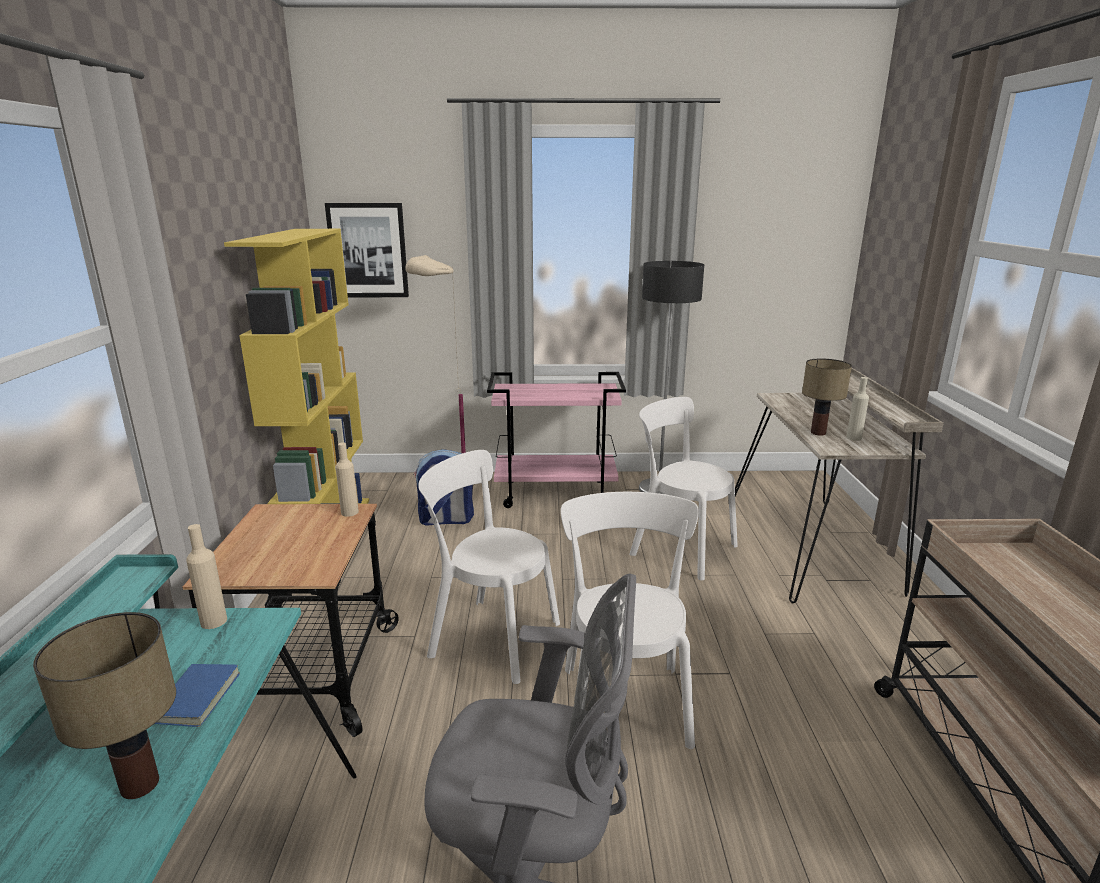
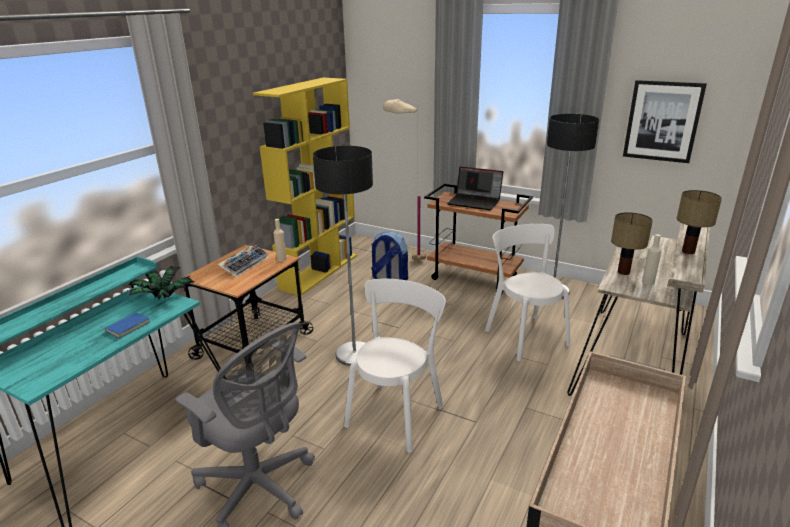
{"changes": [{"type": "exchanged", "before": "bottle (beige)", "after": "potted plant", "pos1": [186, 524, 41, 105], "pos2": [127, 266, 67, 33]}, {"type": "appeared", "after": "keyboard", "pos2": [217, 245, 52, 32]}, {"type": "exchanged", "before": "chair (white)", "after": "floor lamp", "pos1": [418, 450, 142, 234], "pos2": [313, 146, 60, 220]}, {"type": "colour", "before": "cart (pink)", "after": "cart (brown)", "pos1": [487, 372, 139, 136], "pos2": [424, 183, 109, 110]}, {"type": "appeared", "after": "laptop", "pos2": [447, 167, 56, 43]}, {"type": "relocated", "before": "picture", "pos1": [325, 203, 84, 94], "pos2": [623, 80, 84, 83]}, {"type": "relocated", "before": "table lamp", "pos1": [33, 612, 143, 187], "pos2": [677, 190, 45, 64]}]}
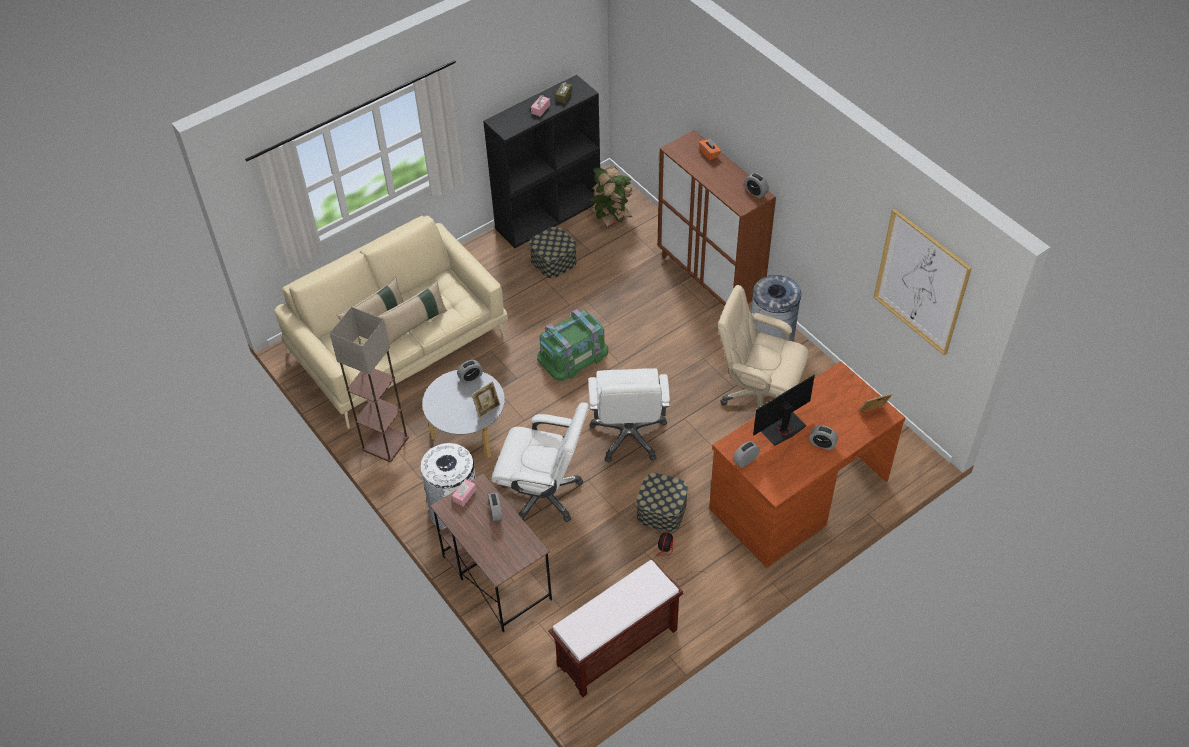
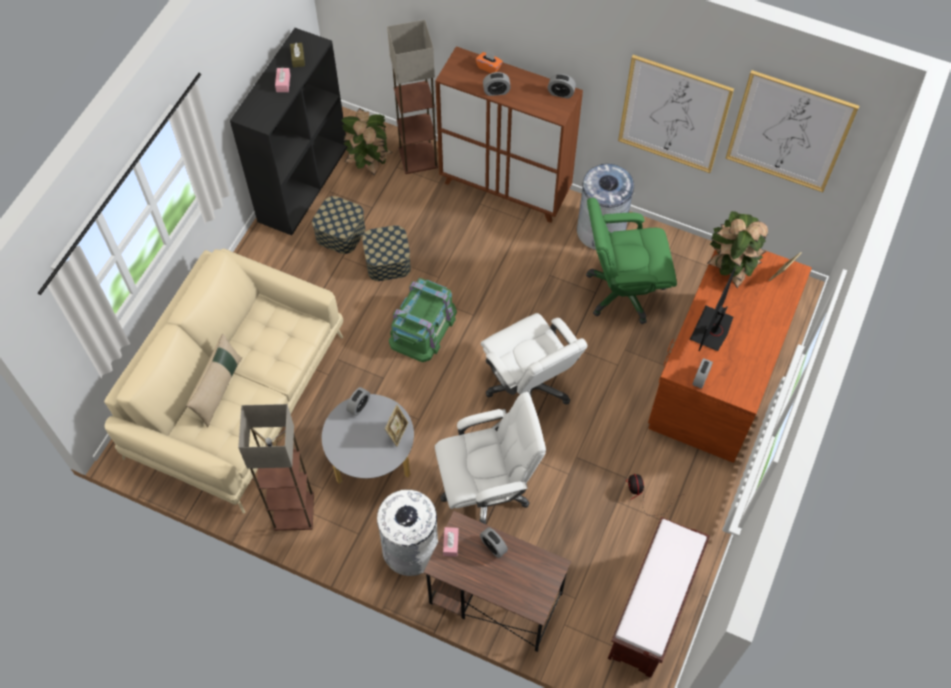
{"changes": [{"type": "relocated", "before": "storage box", "pos1": [637, 473, 51, 59], "pos2": [362, 225, 49, 56]}, {"type": "appeared", "after": "floor lamp", "pos2": [387, 20, 51, 154]}, {"type": "relocated", "before": "alarm clock", "pos1": [809, 425, 29, 25], "pos2": [483, 72, 28, 24]}, {"type": "colour", "before": "office chair (beige)", "after": "office chair (green)", "pos1": [718, 285, 91, 124], "pos2": [586, 198, 91, 126]}, {"type": "appeared", "after": "picture", "pos2": [618, 55, 116, 118]}, {"type": "appeared", "after": "potted plant", "pos2": [707, 211, 61, 77]}, {"type": "missing", "before": "pillow (beige)", "pos1": [377, 281, 70, 64]}]}
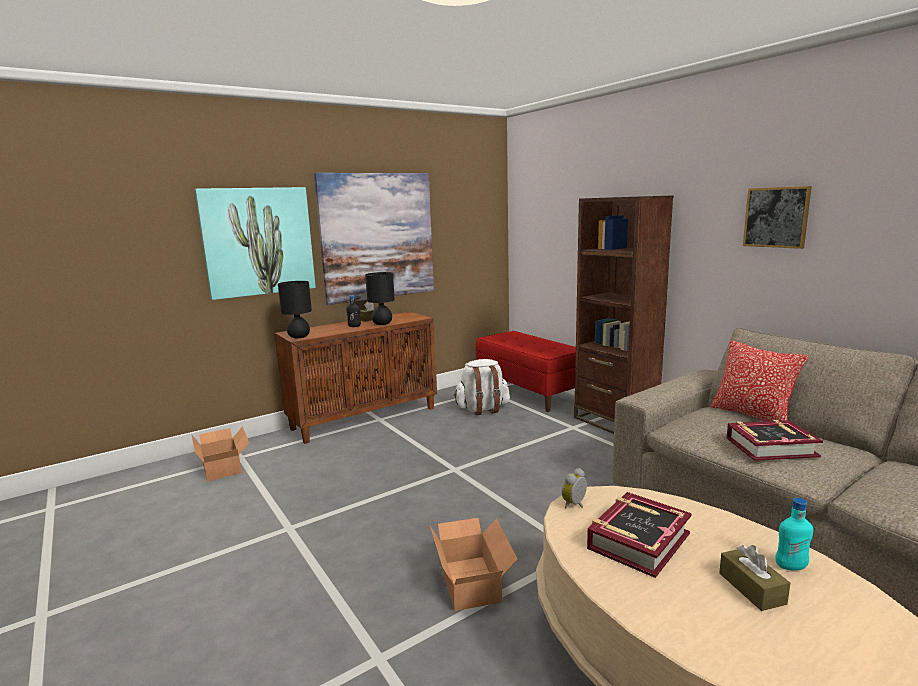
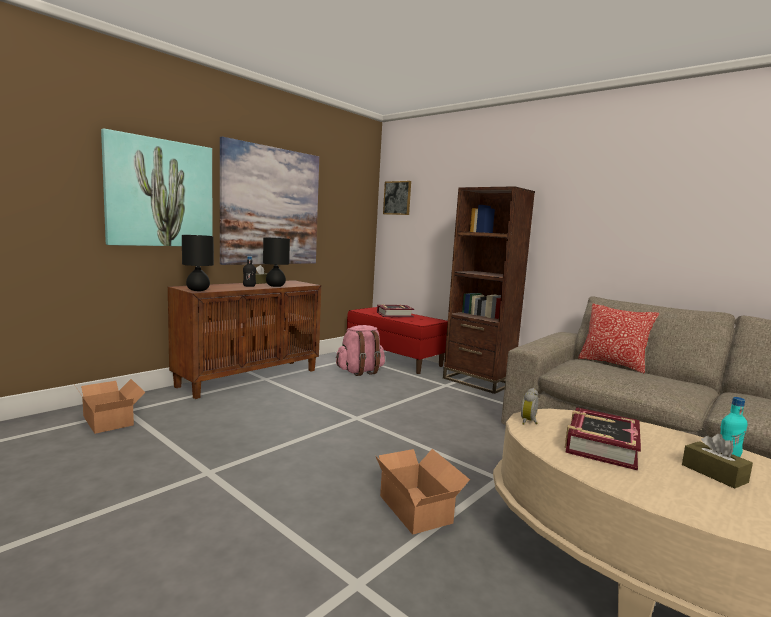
{"changes": [{"type": "colour", "before": "backpack (white)", "after": "backpack (pink)", "pos1": [454, 359, 56, 56], "pos2": [336, 325, 49, 51]}, {"type": "relocated", "before": "book", "pos1": [727, 420, 96, 41], "pos2": [377, 304, 37, 13]}, {"type": "relocated", "before": "picture", "pos1": [743, 186, 69, 63], "pos2": [383, 181, 28, 34]}]}
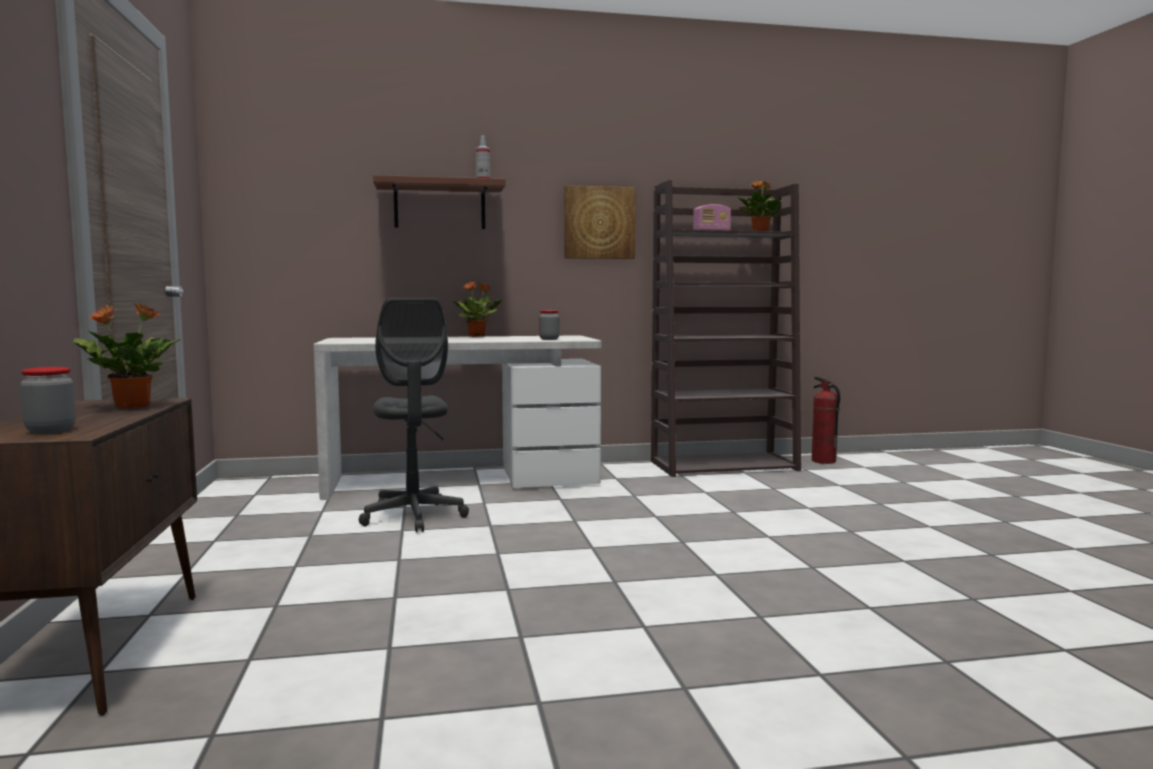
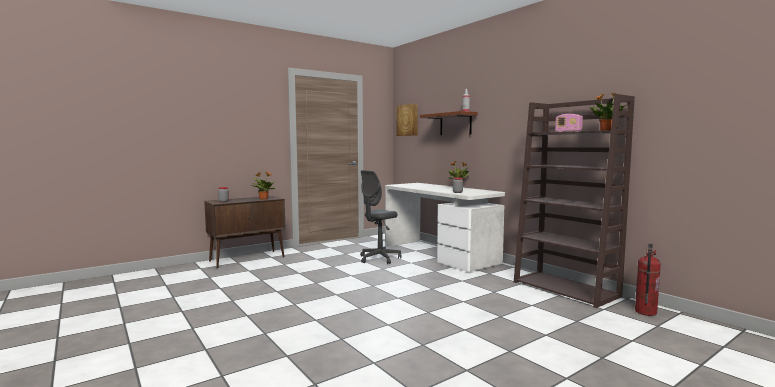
{"changes": [{"type": "relocated", "before": "picture", "pos1": [564, 185, 71, 74], "pos2": [396, 103, 22, 33]}]}
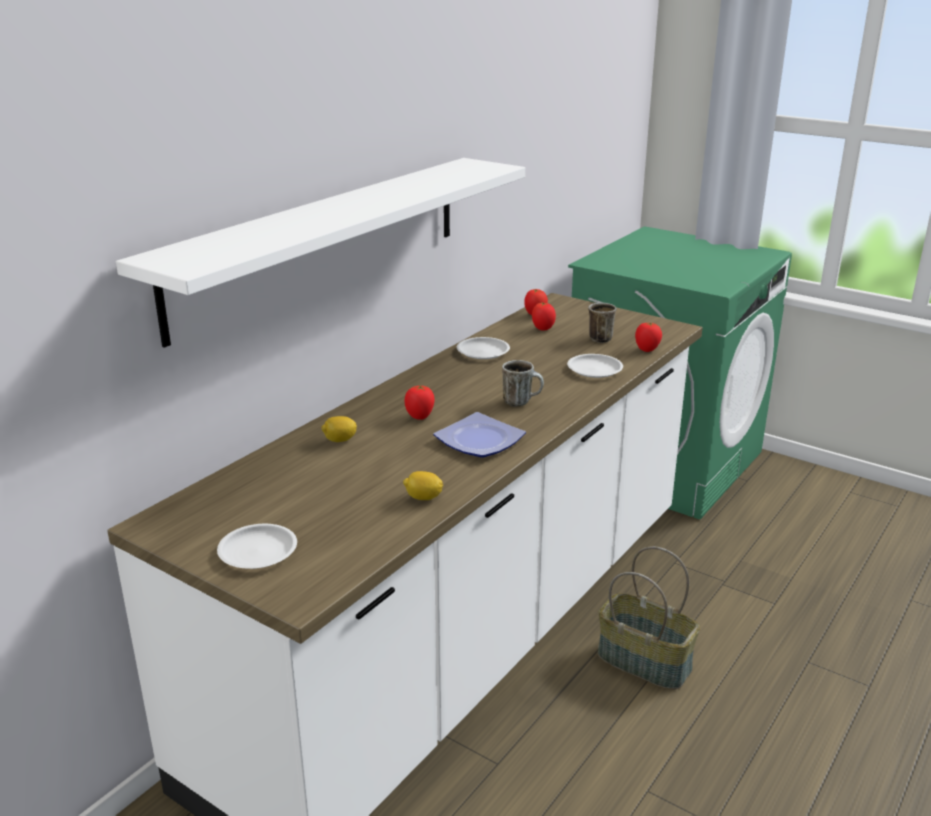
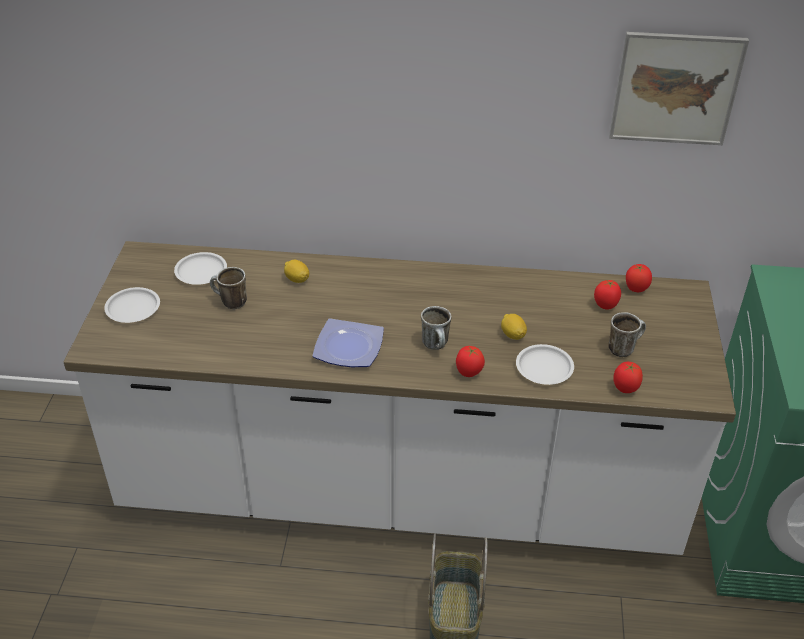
{"changes": [{"type": "relocated", "before": "plate (white)", "pos1": [457, 337, 53, 22], "pos2": [174, 252, 53, 33]}, {"type": "appeared", "after": "mug", "pos2": [210, 267, 37, 42]}, {"type": "relocated", "before": "tomato", "pos1": [405, 385, 30, 35], "pos2": [456, 346, 29, 31]}, {"type": "relocated", "before": "lemon", "pos1": [403, 471, 40, 29], "pos2": [501, 314, 26, 26]}, {"type": "appeared", "after": "picture", "pos2": [609, 32, 140, 113]}, {"type": "missing", "before": "shelf (white)", "pos1": [116, 158, 409, 190]}]}
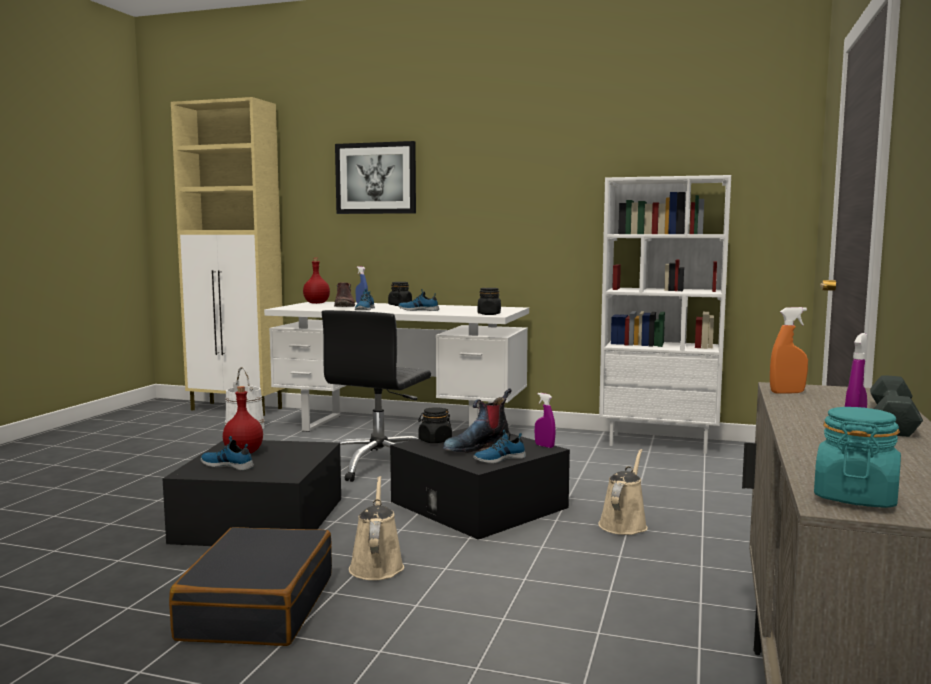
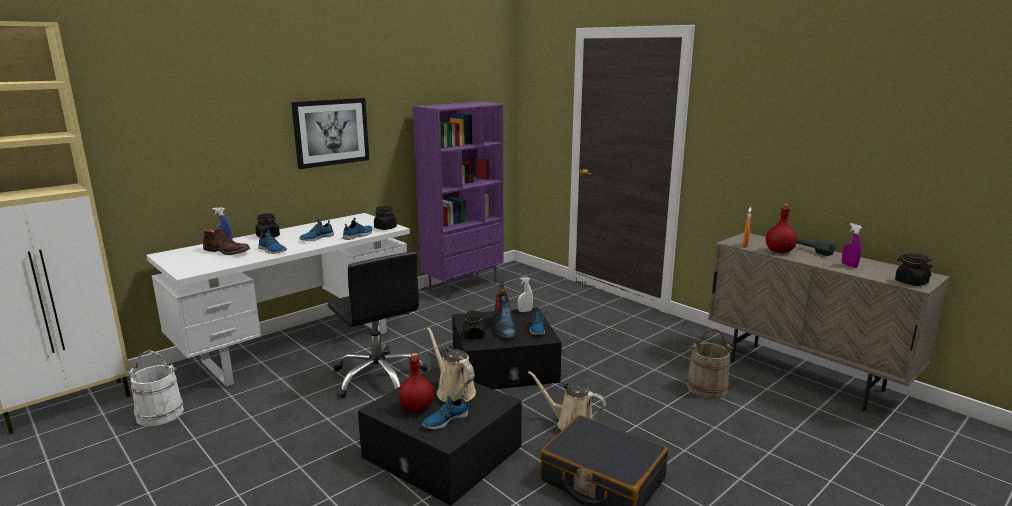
{"changes": [{"type": "relocated", "before": "picture", "pos1": [335, 141, 81, 73], "pos2": [291, 98, 78, 71]}, {"type": "appeared", "after": "shoe", "pos2": [343, 218, 30, 22]}, {"type": "colour", "before": "bookcase (white)", "after": "bookcase (purple)", "pos1": [599, 175, 132, 279], "pos2": [413, 102, 90, 196]}, {"type": "relocated", "before": "watering can (beige)", "pos1": [598, 449, 50, 86], "pos2": [427, 327, 49, 75]}, {"type": "colour", "before": "spray bottle (purple)", "after": "spray bottle (white)", "pos1": [535, 393, 21, 55], "pos2": [518, 277, 15, 35]}, {"type": "appeared", "after": "bucket (beige)", "pos2": [686, 328, 47, 71]}, {"type": "relocated", "before": "bottle (red)", "pos1": [303, 258, 27, 46], "pos2": [766, 204, 31, 49]}, {"type": "colour", "before": "jar (turquoise)", "after": "jar (black)", "pos1": [814, 407, 87, 101], "pos2": [895, 253, 37, 33]}]}
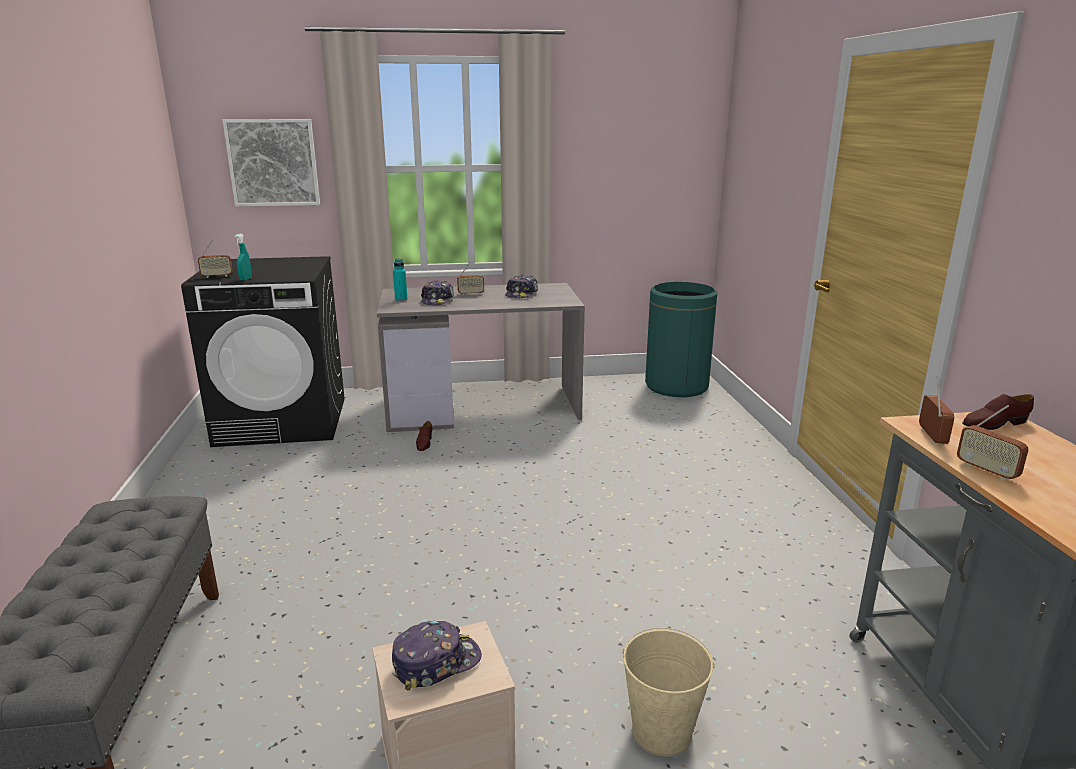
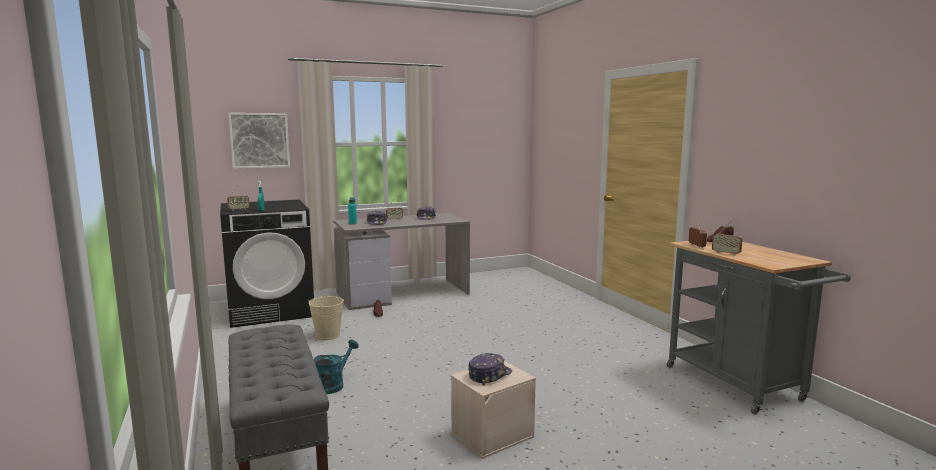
{"changes": [{"type": "relocated", "before": "bucket (beige)", "pos1": [622, 628, 93, 128], "pos2": [308, 296, 36, 44]}, {"type": "appeared", "after": "watering can (turquoise)", "pos2": [313, 340, 46, 54]}, {"type": "missing", "before": "trash can (green)", "pos1": [645, 282, 72, 115]}]}
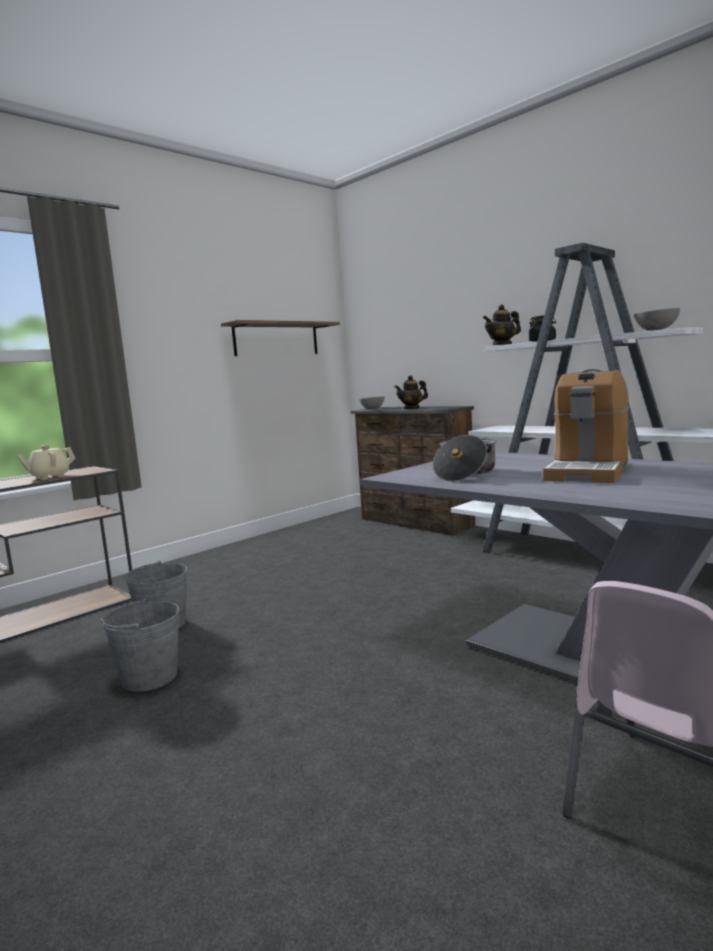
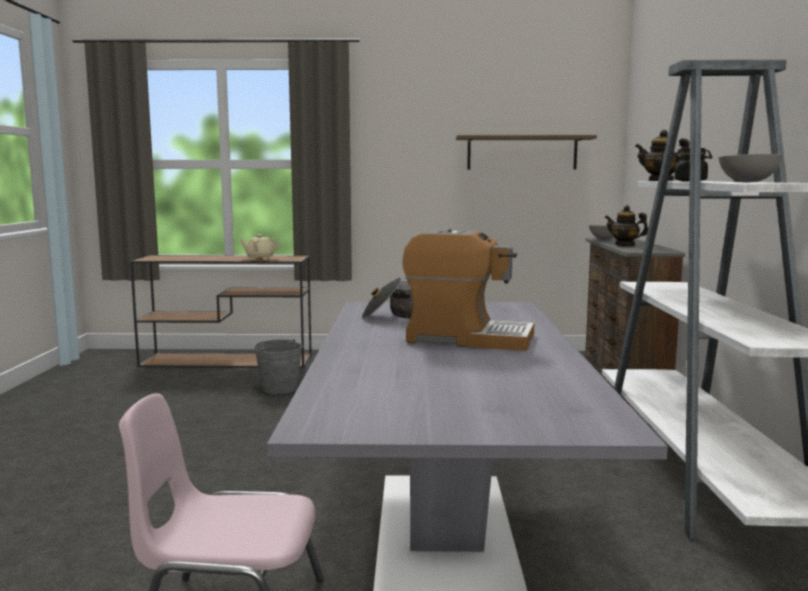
{"changes": [{"type": "spun", "before": "coffee machine", "pos1": [543, 369, 86, 114], "pos2": [402, 229, 132, 122], "turn": -150}, {"type": "missing", "before": "bucket (grey)", "pos1": [101, 598, 79, 94]}]}
